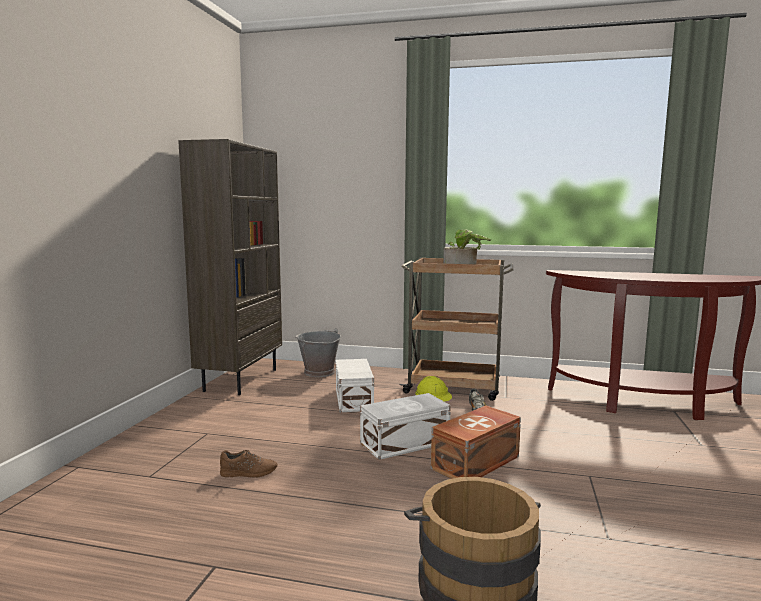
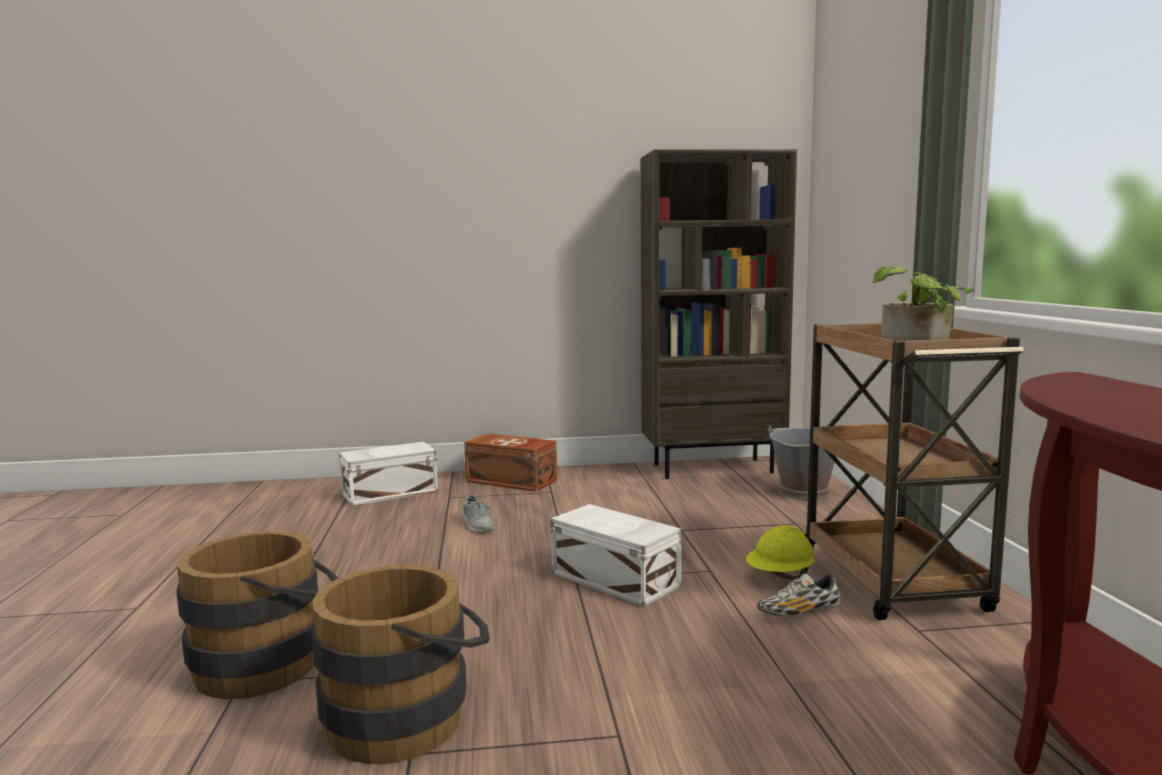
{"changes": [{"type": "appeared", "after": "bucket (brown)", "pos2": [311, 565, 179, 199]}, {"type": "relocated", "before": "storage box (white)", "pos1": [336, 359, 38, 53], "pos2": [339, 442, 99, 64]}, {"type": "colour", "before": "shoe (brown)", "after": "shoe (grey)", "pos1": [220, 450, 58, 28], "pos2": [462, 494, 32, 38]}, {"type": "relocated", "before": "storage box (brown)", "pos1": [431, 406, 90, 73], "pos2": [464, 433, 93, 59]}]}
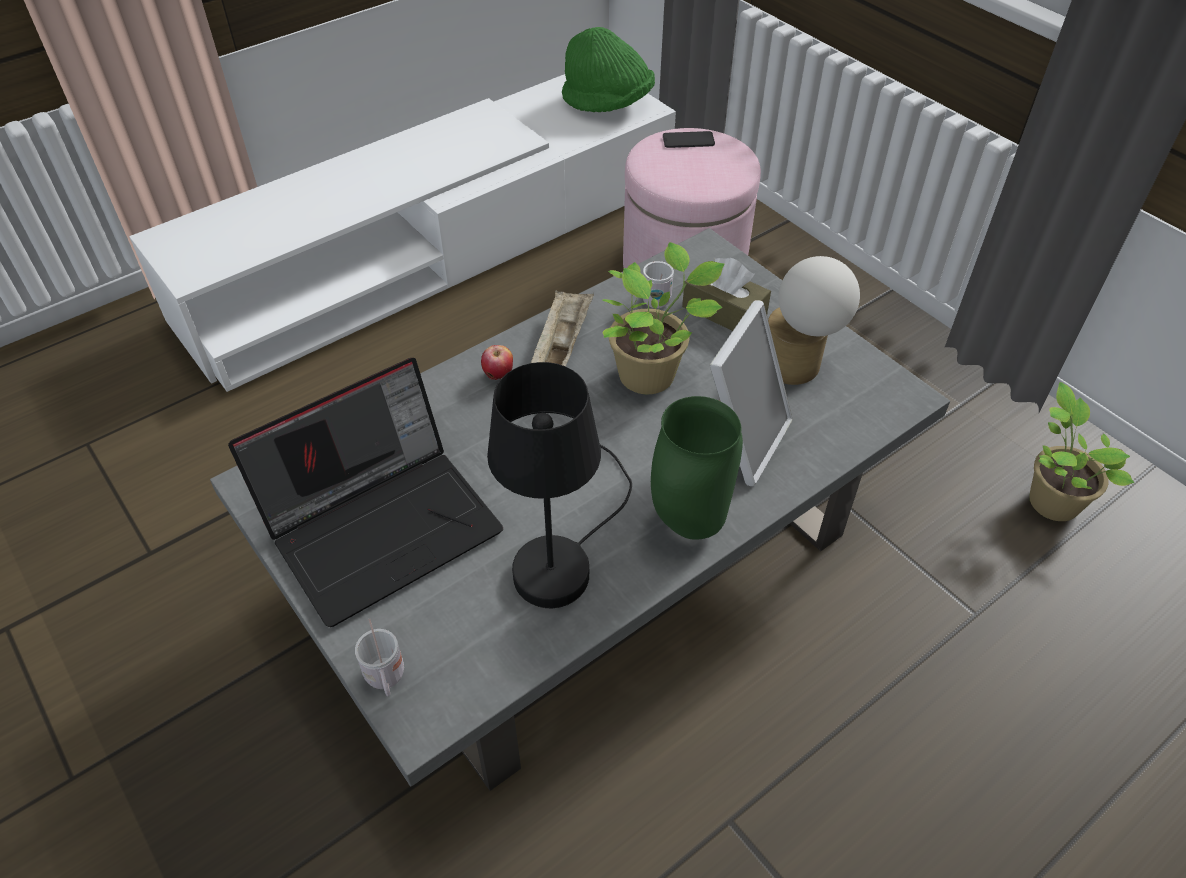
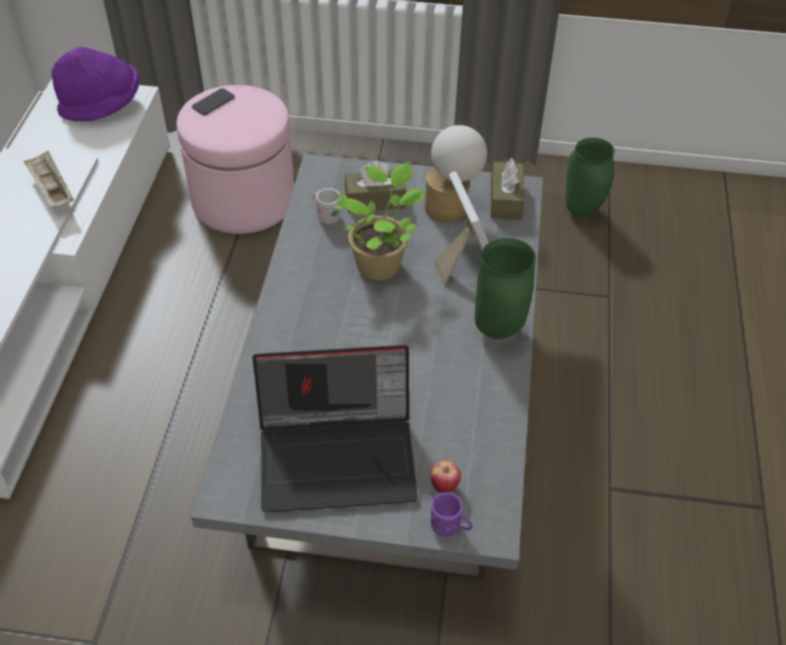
{"changes": [{"type": "relocated", "before": "tray (beige)", "pos1": [531, 290, 63, 76], "pos2": [24, 151, 50, 56]}, {"type": "colour", "before": "hat (green)", "after": "hat (purple)", "pos1": [562, 27, 93, 85], "pos2": [52, 47, 88, 75]}, {"type": "spun", "before": "laptop", "pos1": [228, 358, 275, 269], "pos2": [252, 345, 166, 167], "turn": 75}, {"type": "relocated", "before": "apple", "pos1": [481, 345, 32, 35], "pos2": [430, 461, 31, 32]}, {"type": "colour", "before": "mug (white)", "after": "mug (purple)", "pos1": [355, 618, 49, 79], "pos2": [430, 492, 43, 45]}, {"type": "appeared", "after": "tissue box (brown)", "pos2": [491, 158, 33, 62]}, {"type": "exchanged", "before": "potted plant", "after": "vase (green)", "pos1": [1029, 382, 105, 139], "pos2": [566, 138, 49, 79]}, {"type": "missing", "before": "table lamp (black)", "pos1": [487, 362, 145, 246]}]}
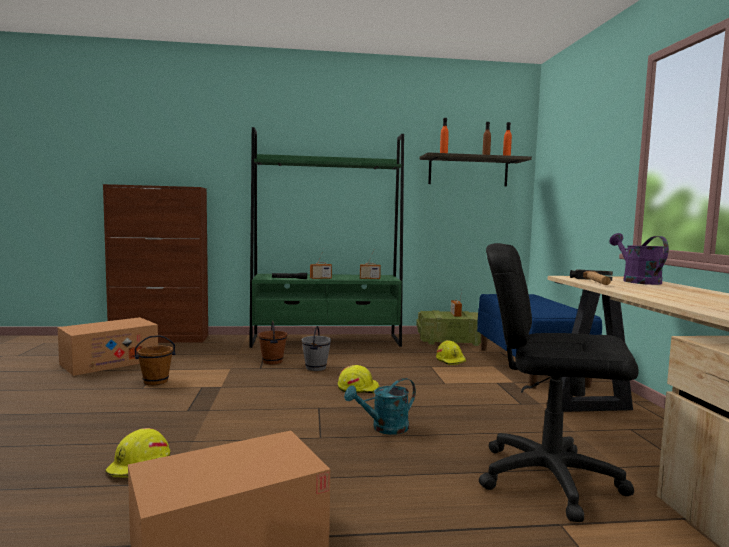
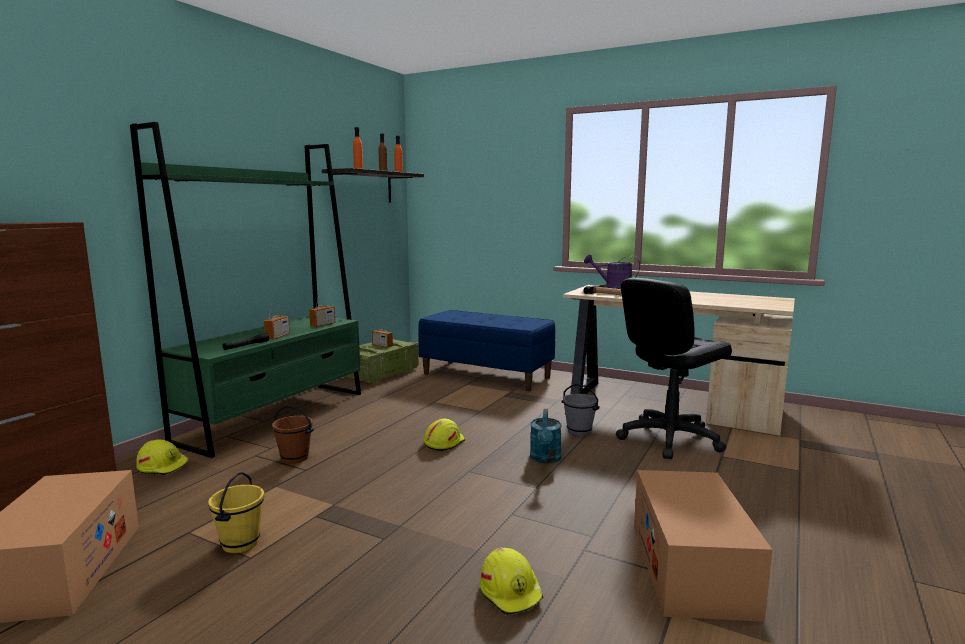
{"changes": [{"type": "relocated", "before": "hard hat (yellow)", "pos1": [436, 340, 30, 25], "pos2": [136, 440, 53, 35]}, {"type": "colour", "before": "bucket (brown)", "after": "bucket (yellow)", "pos1": [135, 335, 41, 50], "pos2": [208, 472, 56, 81]}, {"type": "relocated", "before": "bucket (grey)", "pos1": [302, 326, 29, 45], "pos2": [562, 384, 38, 52]}]}
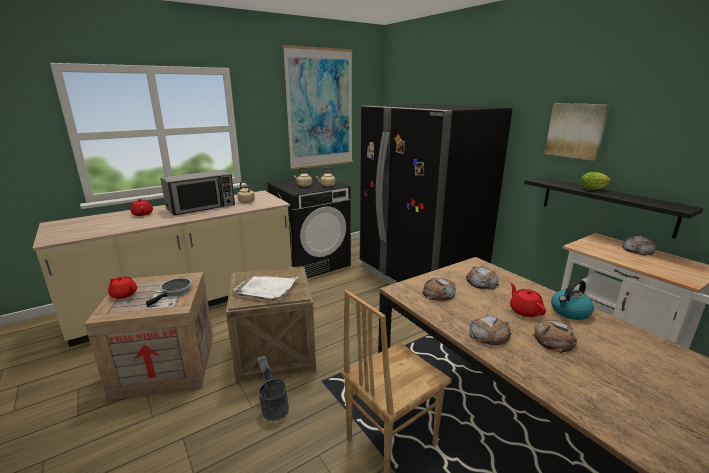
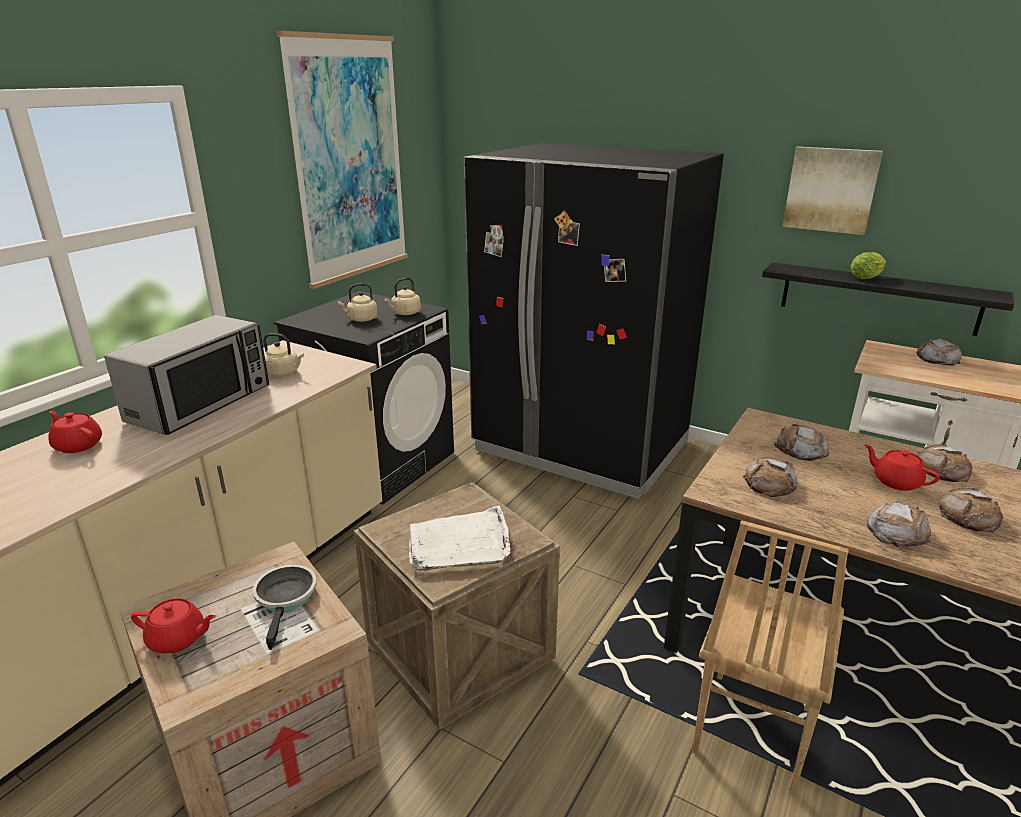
{"changes": [{"type": "exchanged", "before": "kettle", "after": "bread", "pos1": [551, 279, 43, 41], "pos2": [917, 444, 55, 38]}, {"type": "missing", "before": "bucket (grey)", "pos1": [257, 356, 32, 65]}]}
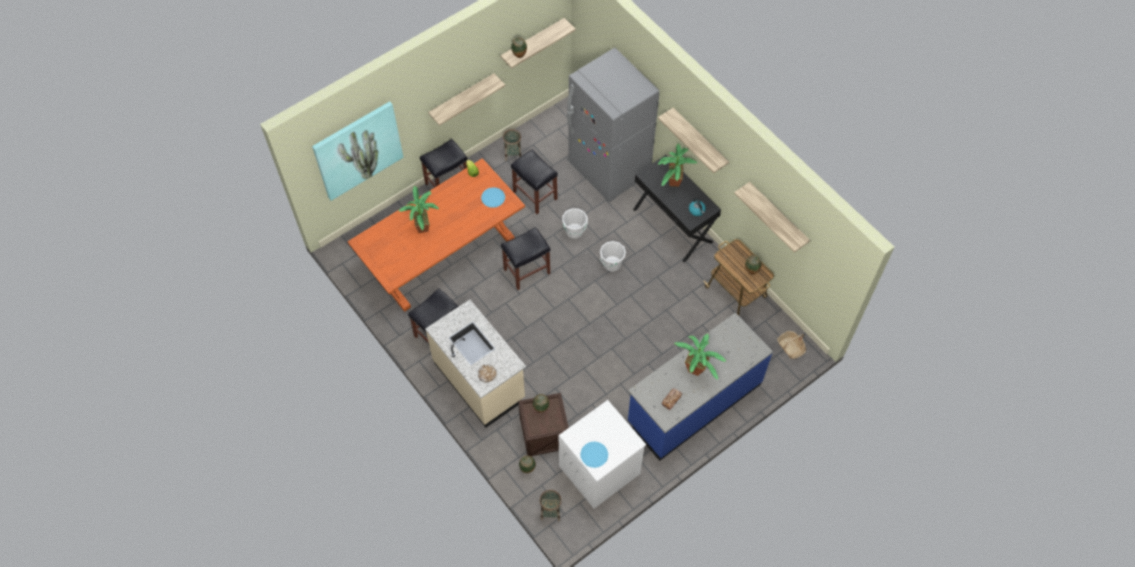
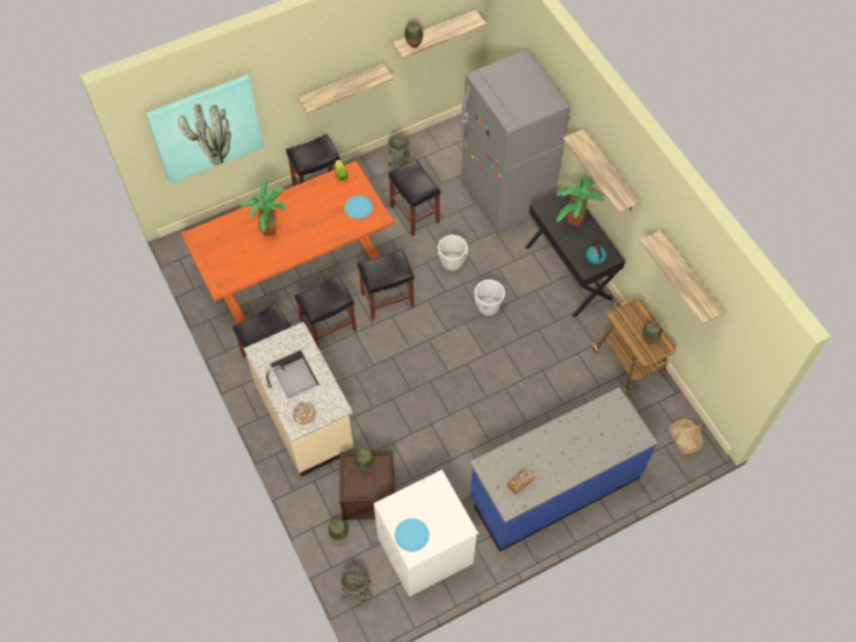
{"changes": [{"type": "appeared", "after": "stool (black)", "pos2": [295, 275, 62, 74]}, {"type": "missing", "before": "potted plant", "pos1": [674, 334, 52, 45]}]}
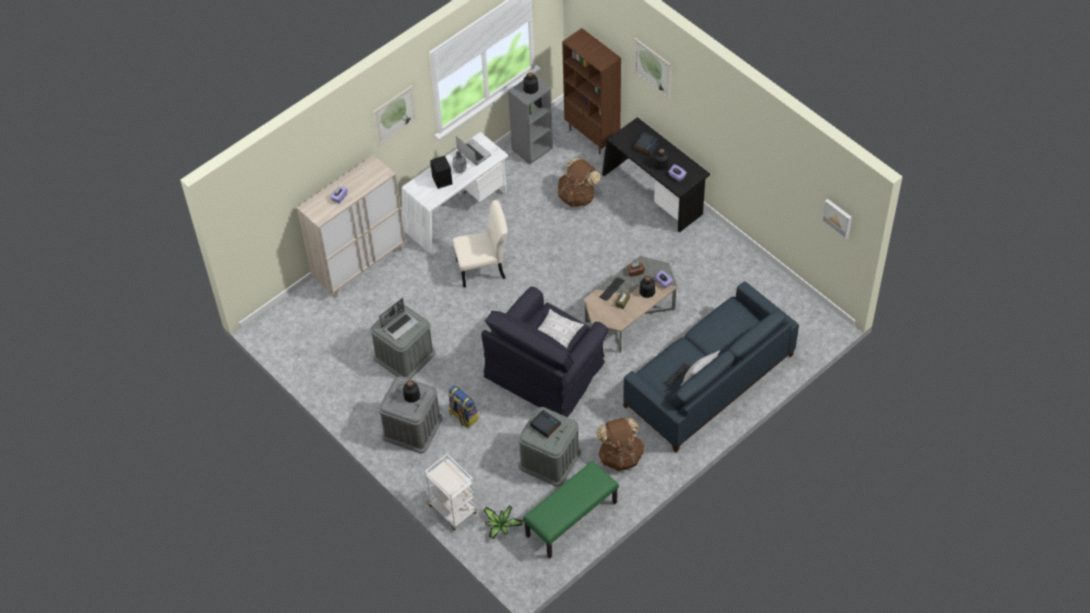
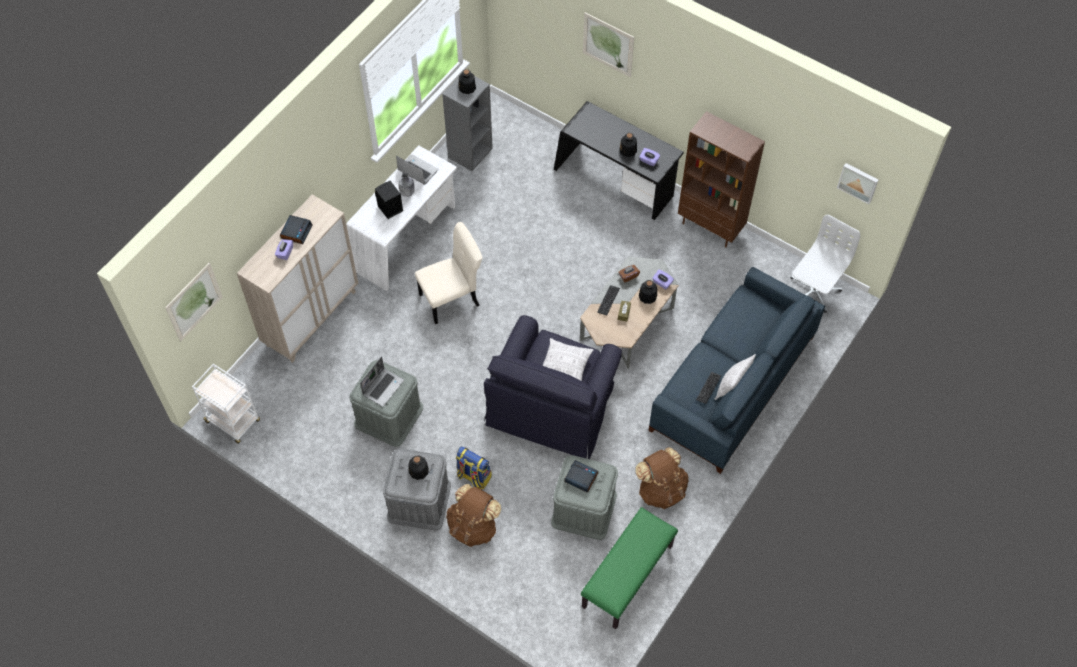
{"changes": [{"type": "relocated", "before": "picture", "pos1": [373, 85, 45, 61], "pos2": [165, 263, 58, 78]}, {"type": "relocated", "before": "cart (white)", "pos1": [425, 454, 53, 77], "pos2": [192, 364, 68, 80]}, {"type": "relocated", "before": "alarm clock", "pos1": [633, 132, 27, 24], "pos2": [280, 215, 32, 29]}, {"type": "relocated", "before": "backpack (brown)", "pos1": [558, 157, 42, 50], "pos2": [446, 484, 55, 63]}, {"type": "relocated", "before": "bookcase (brown)", "pos1": [562, 28, 59, 126], "pos2": [678, 111, 87, 137]}, {"type": "appeared", "after": "office chair (white)", "pos2": [791, 214, 69, 99]}, {"type": "missing", "before": "potted plant", "pos1": [483, 505, 40, 34]}]}
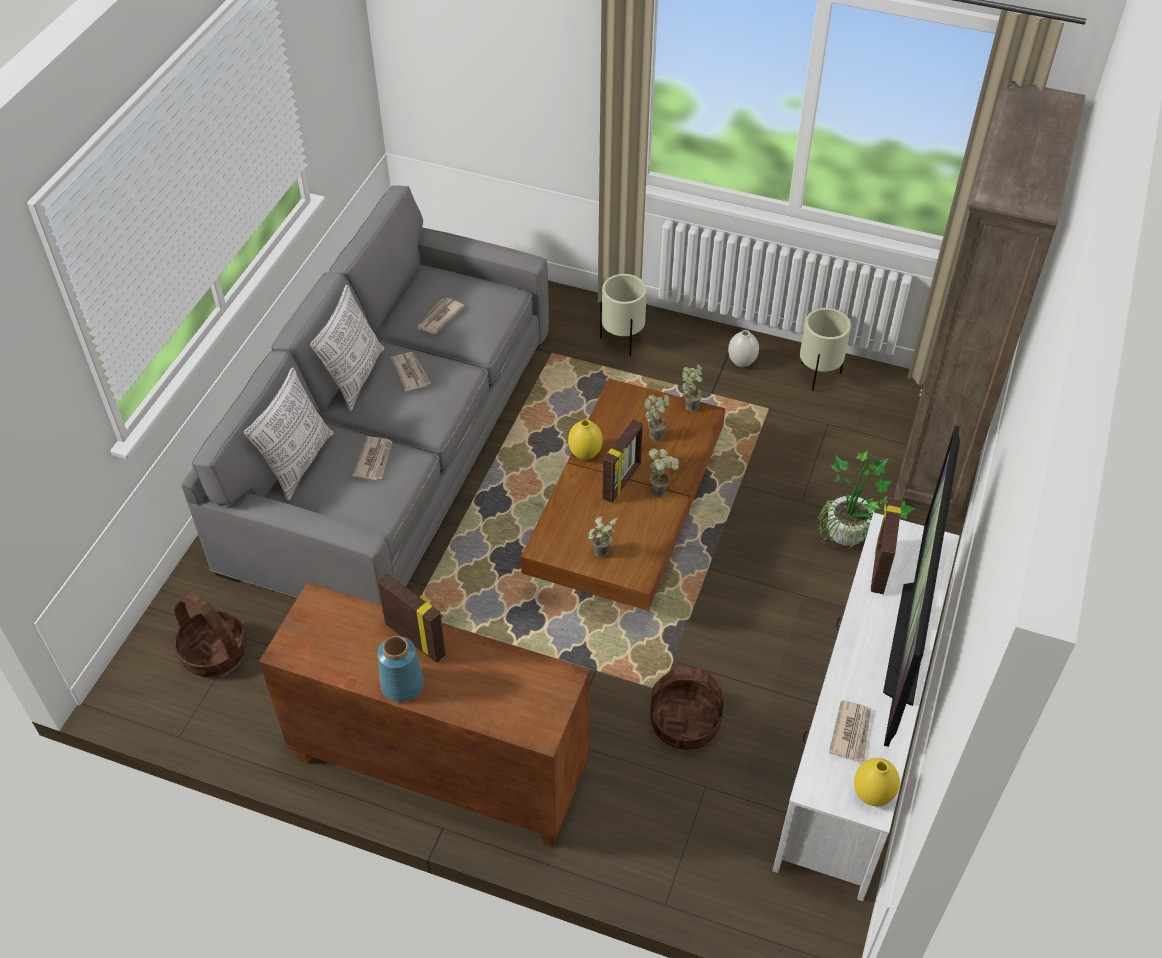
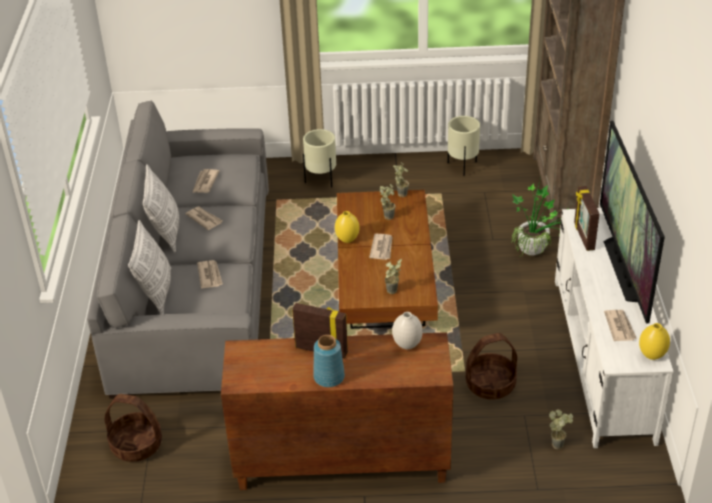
{"changes": [{"type": "exchanged", "before": "picture frame", "after": "newspaper", "pos1": [602, 419, 41, 84], "pos2": [369, 234, 23, 26]}, {"type": "relocated", "before": "vase (white)", "pos1": [728, 330, 31, 37], "pos2": [392, 312, 31, 37]}, {"type": "relocated", "before": "potted plant", "pos1": [649, 448, 30, 49], "pos2": [549, 409, 24, 41]}]}
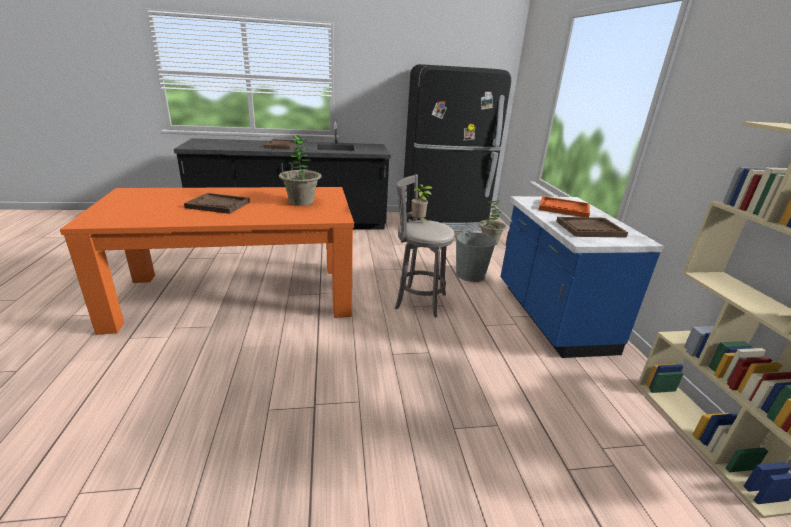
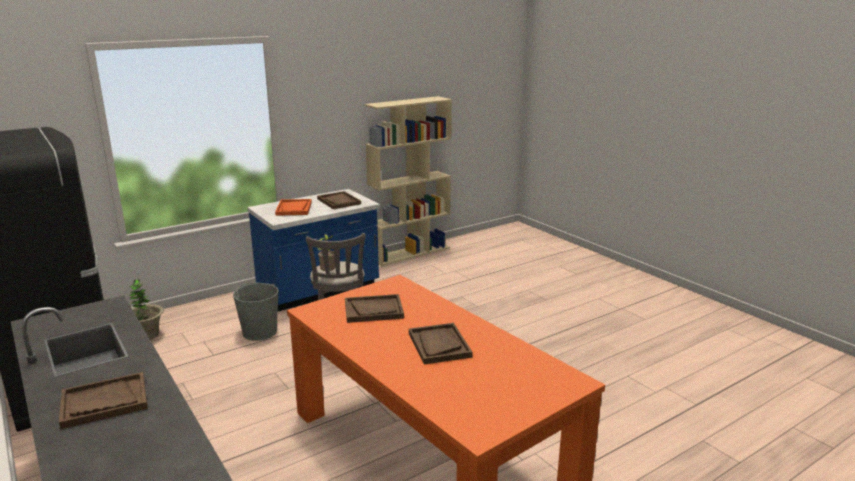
{"changes": [{"type": "exchanged", "before": "potted plant", "after": "tray (brown)", "pos1": [279, 135, 43, 71], "pos2": [345, 294, 59, 29]}]}
